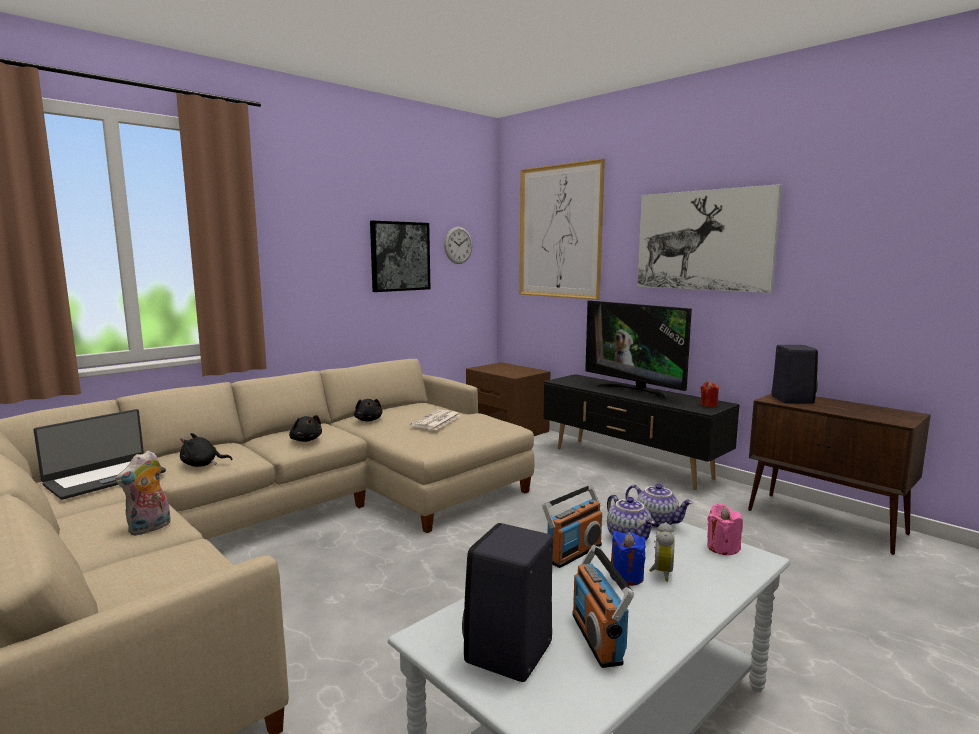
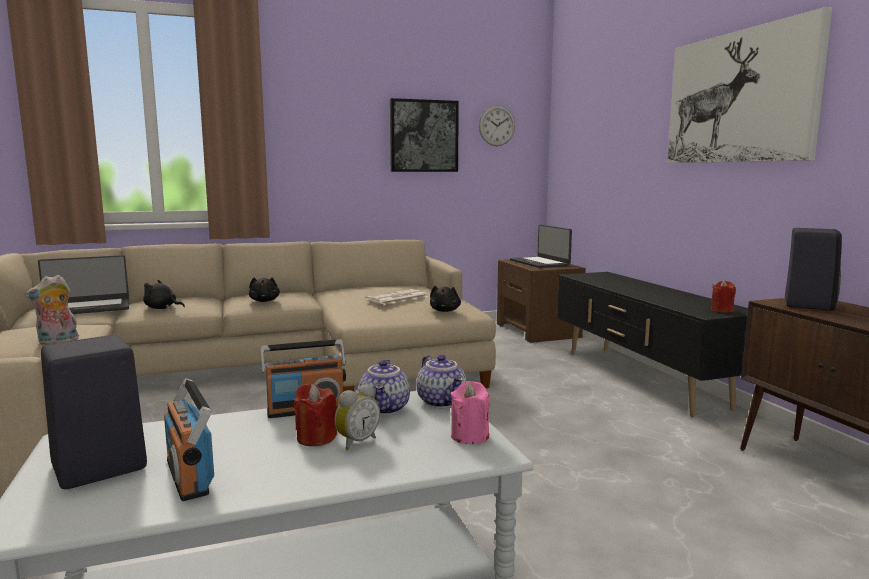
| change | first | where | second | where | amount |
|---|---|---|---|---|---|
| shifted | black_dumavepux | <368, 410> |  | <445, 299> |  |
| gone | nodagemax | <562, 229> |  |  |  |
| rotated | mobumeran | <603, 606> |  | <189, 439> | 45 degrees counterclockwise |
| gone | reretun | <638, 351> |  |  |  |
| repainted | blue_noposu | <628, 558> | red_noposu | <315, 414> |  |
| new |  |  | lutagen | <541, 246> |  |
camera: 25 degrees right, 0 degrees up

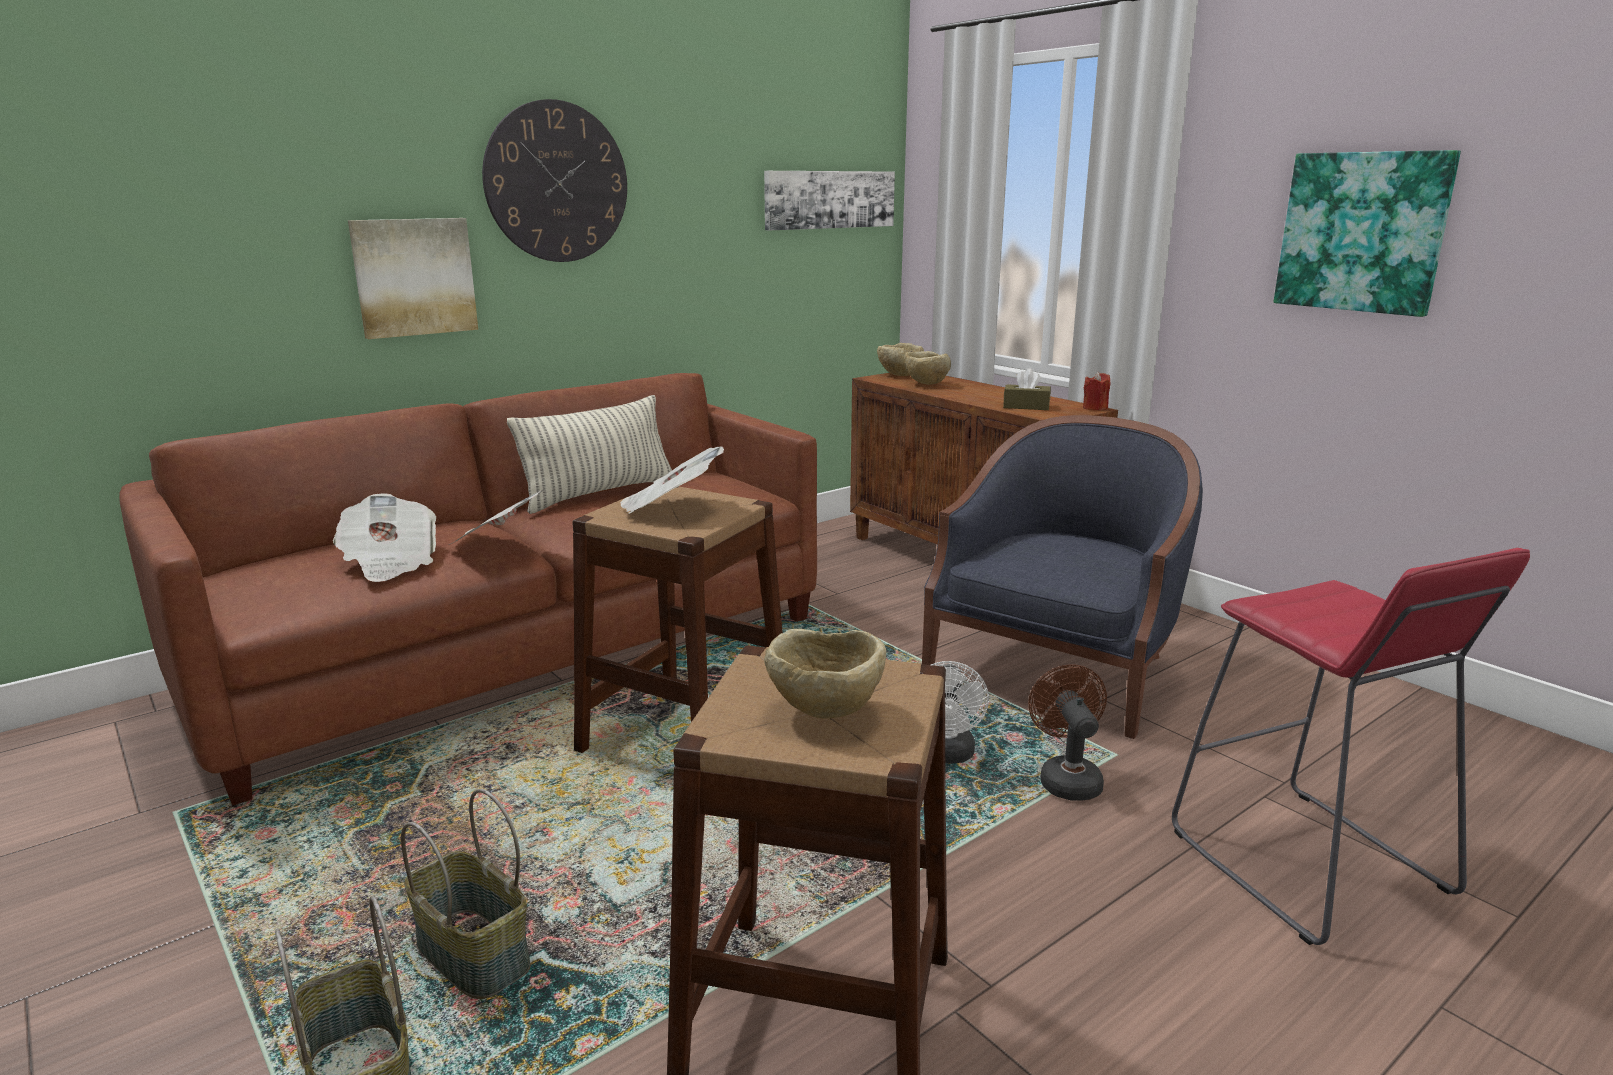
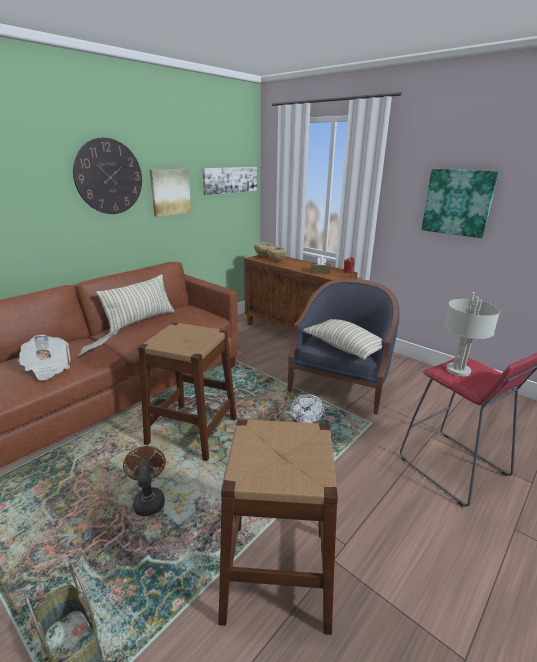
| change | first | where | second | where | amount |
|---|---|---|---|---|---|
| shifted | nodagemax | <413, 278> |  | <170, 193> |  |
| gone | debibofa | <466, 894> |  |  |  |
| gone | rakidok | <672, 480> |  |  |  |
| gone | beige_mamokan | <825, 674> |  |  |  |
| shifted | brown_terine | <1067, 732> |  | <144, 481> |  |
| new |  |  | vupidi | <342, 339> |  |
| new |  |  | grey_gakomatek | <472, 334> |  |
camera: 10 degrees left, 5 degrees up

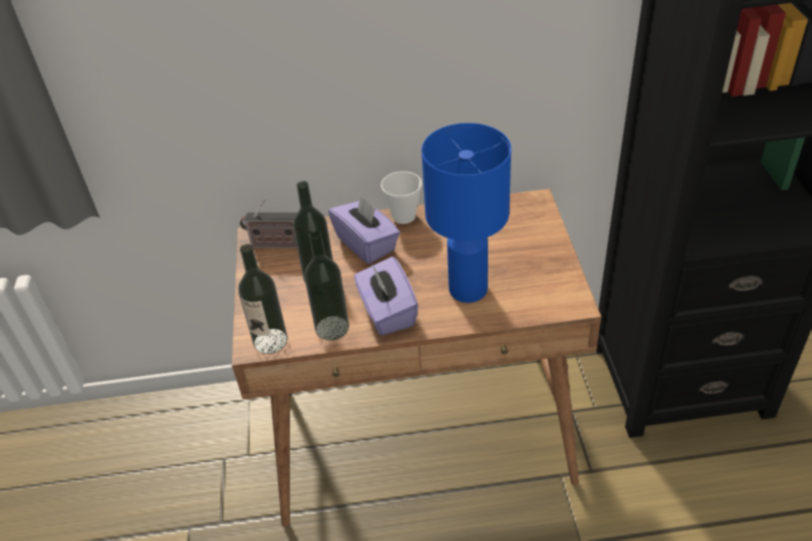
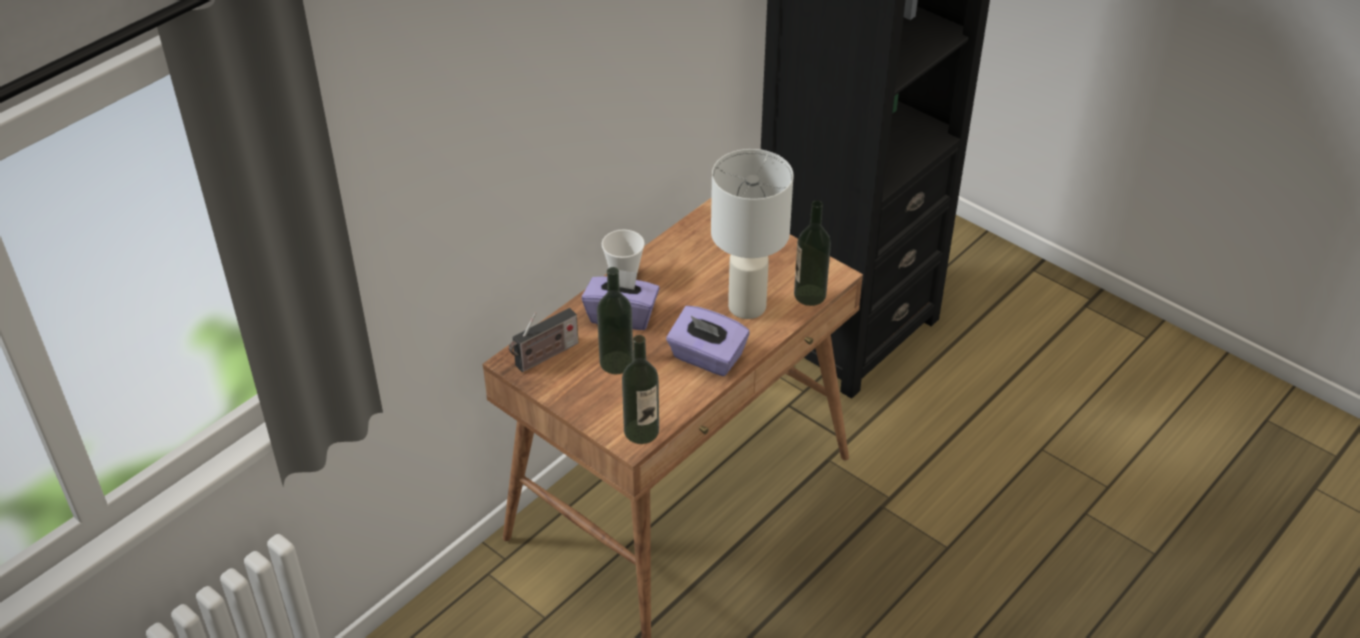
| change | first | where | second | where | amount |
|---|---|---|---|---|---|
| shifted | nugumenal | <326, 285> |  | <812, 253> |  |
| repainted | blue_gakomatek | <466, 213> | white_gakomatek | <752, 234> |  |
camera: 45 degrees left, 0 degrees up

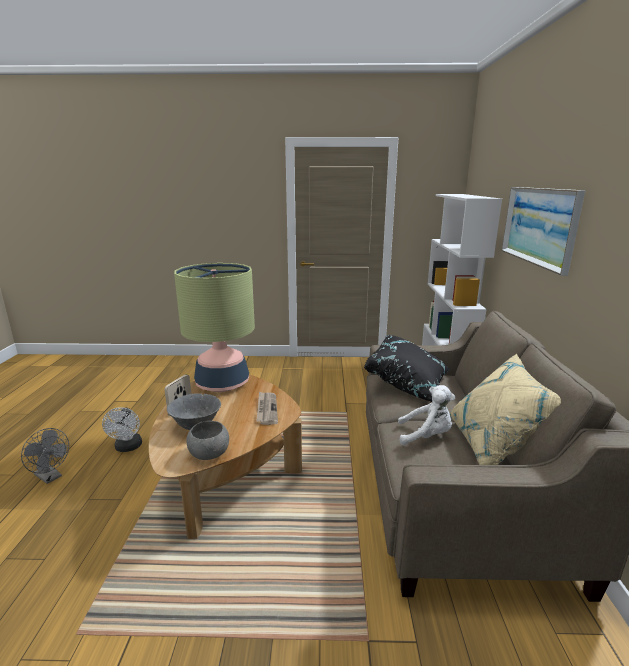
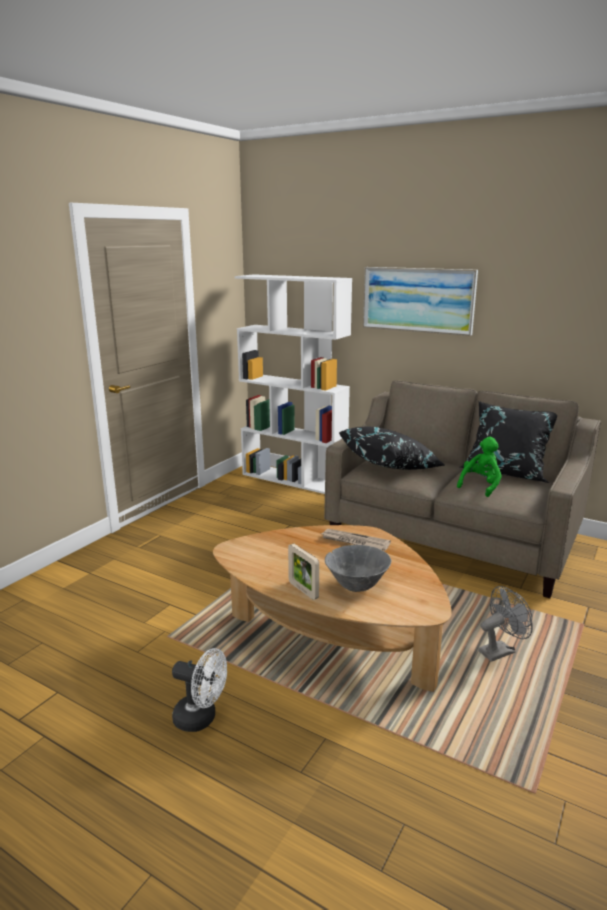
| change | first | where | second | where | amount |
|---|---|---|---|---|---|
| shifted | grey_terine | <45, 456> |  | <505, 624> |  |
| gone | gakomatek | <214, 327> |  |  |  |
| gone | grey_mamokan | <208, 440> |  |  |  |
| repainted | white_dumavepux | <426, 415> | green_dumavepux | <479, 467> |  |
| repainted | beige_vupidi | <505, 409> | black_vupidi | <508, 442> |  |
camera: 60 degrees left, 0 degrees up

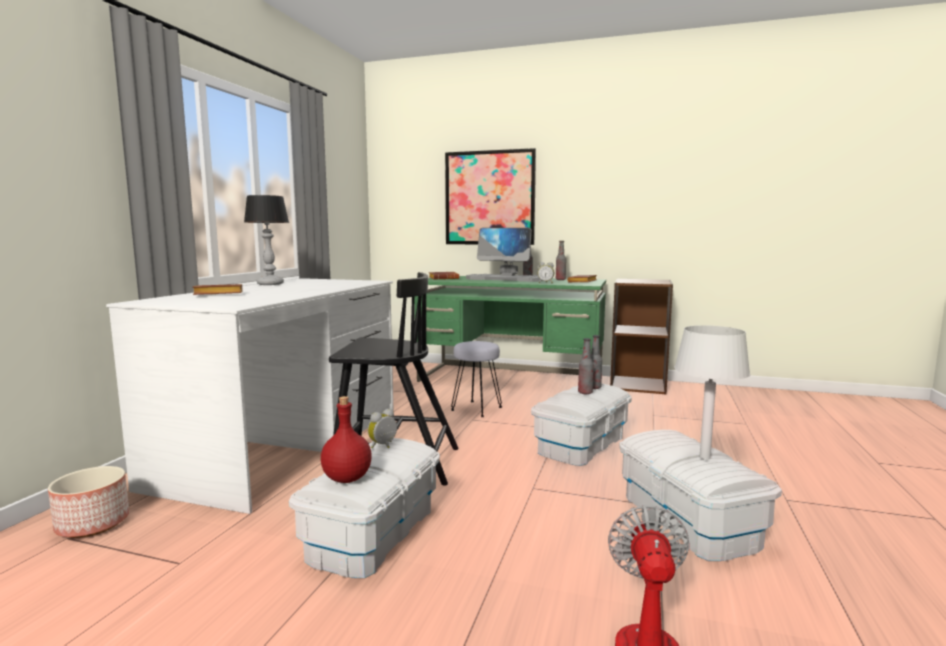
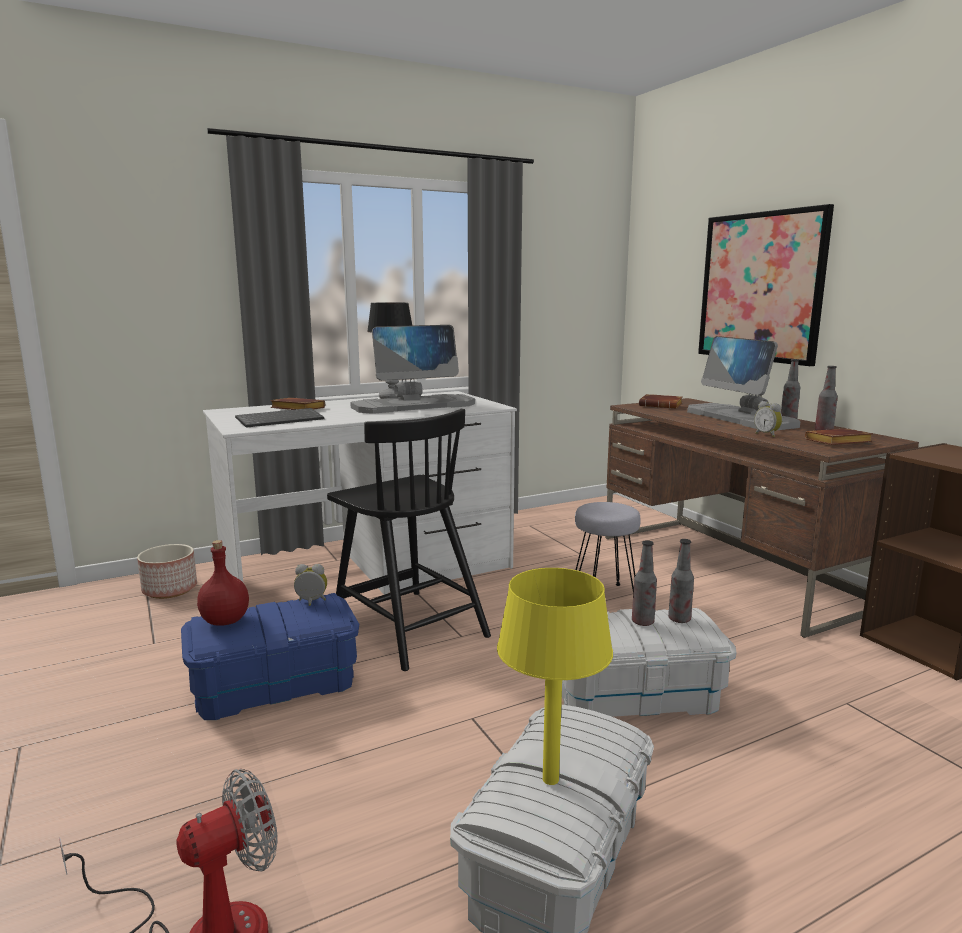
| change | first | where | second | where | amount |
|---|---|---|---|---|---|
| repainted | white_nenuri | <364, 508> | blue_nenuri | <270, 656> |  |
| repainted | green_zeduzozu | <510, 329> | brown_zeduzozu | <762, 518> |  |
| repainted | grey_gakomatek | <712, 392> | yellow_gakomatek | <555, 676> |  |
| new |  |  | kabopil | <279, 418> |  |
| new |  |  | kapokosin | <412, 369> |  |
camera: 45 degrees right, 5 degrees up

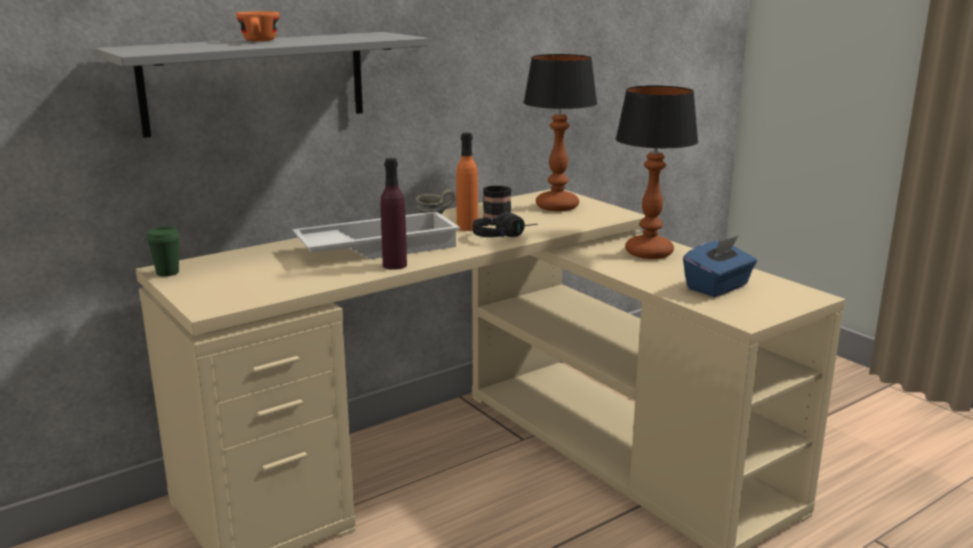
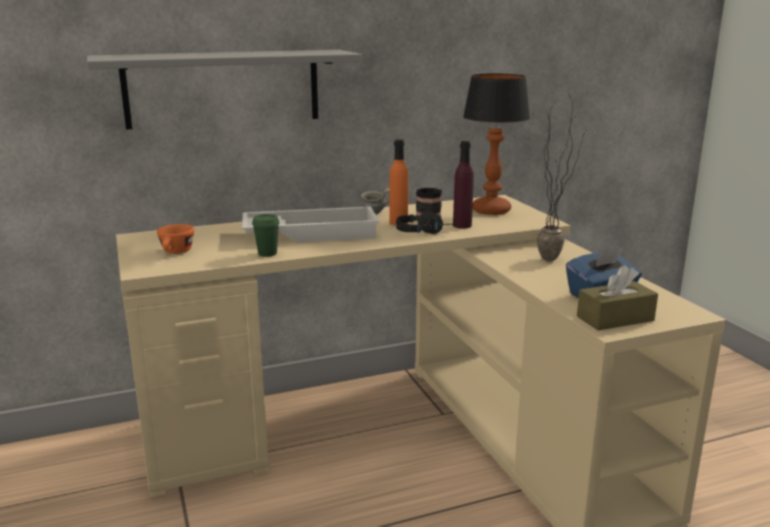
| change | first | where | second | where | amount |
|---|---|---|---|---|---|
| shifted | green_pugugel | <163, 252> |  | <266, 235> |  |
| shifted | orange_pugugel | <258, 26> |  | <175, 239> |  |
| shifted | purple_nugumenal | <393, 214> |  | <463, 185> |  |
| swapped | gakomatek | <657, 172> | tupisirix | <562, 177> |  |
| new |  |  | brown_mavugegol | <617, 297> |  |
camera: 15 degrees right, 0 degrees up

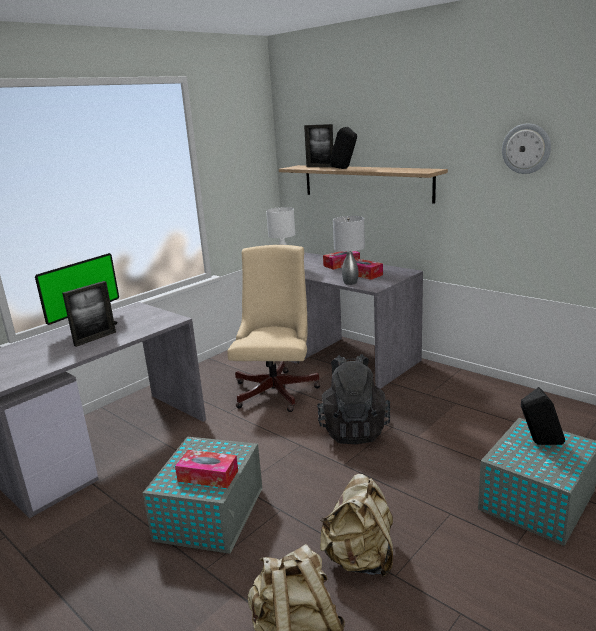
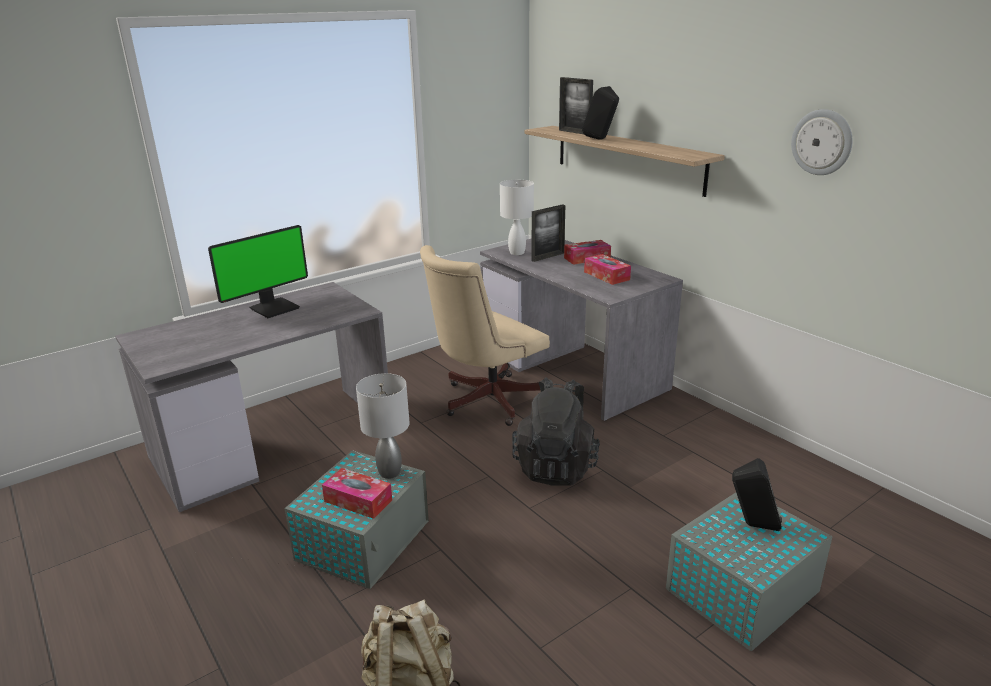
| change | first | where | second | where | amount |
|---|---|---|---|---|---|
| shifted | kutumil | <89, 314> |  | <548, 233> |  |
| rotated | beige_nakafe | <274, 328> |  | <485, 335> | 150 degrees counterclockwise |
| gone | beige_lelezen | <356, 525> |  |  |  |
| shifted | grey_gakomatek | <349, 250> |  | <383, 426> |  |
camera: 10 degrees right, 5 degrees up

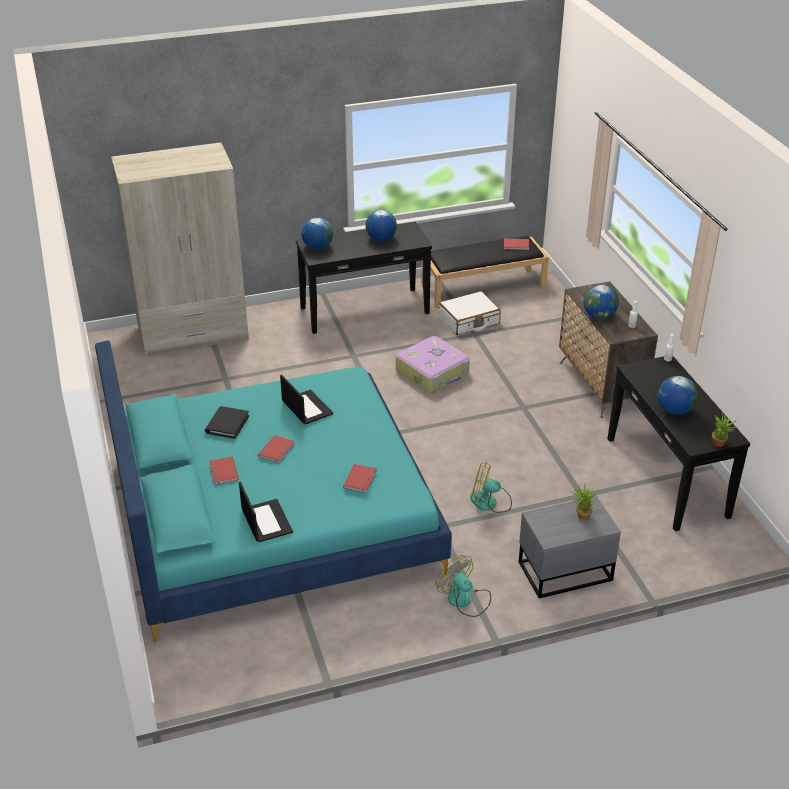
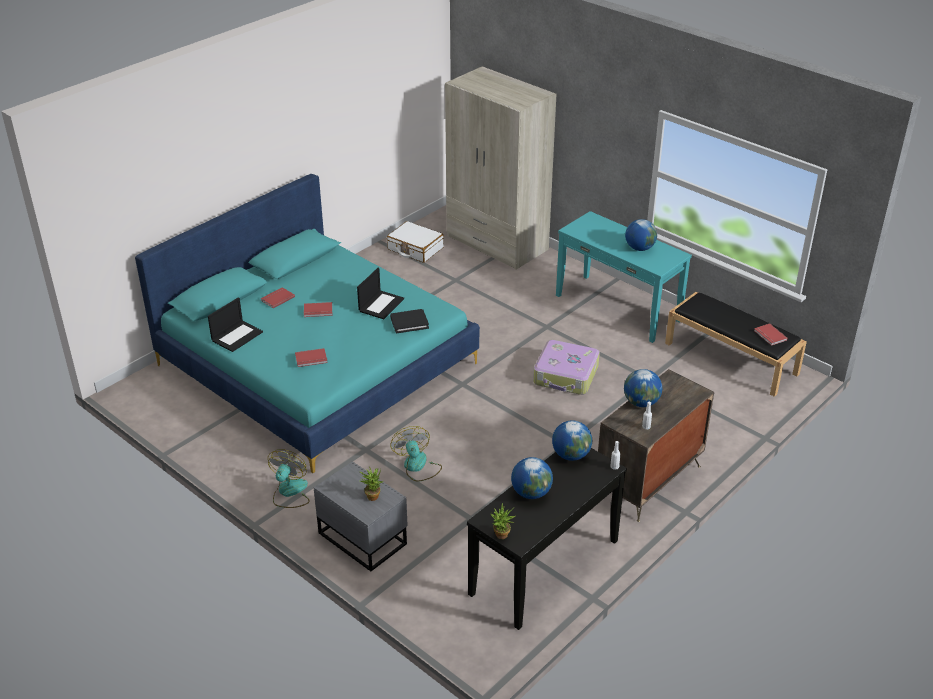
| change | first | where | second | where | amount |
|---|---|---|---|---|---|
| shifted | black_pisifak | <227, 422> |  | <409, 321> |  |
| repainted | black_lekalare | <364, 278> | turquoise_lekalare | <624, 277> |  |
| shifted | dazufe | <317, 234> |  | <572, 440> |  |
| shifted | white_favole | <470, 313> |  | <415, 242> |  |
camera: 60 degrees right, 0 degrees up

